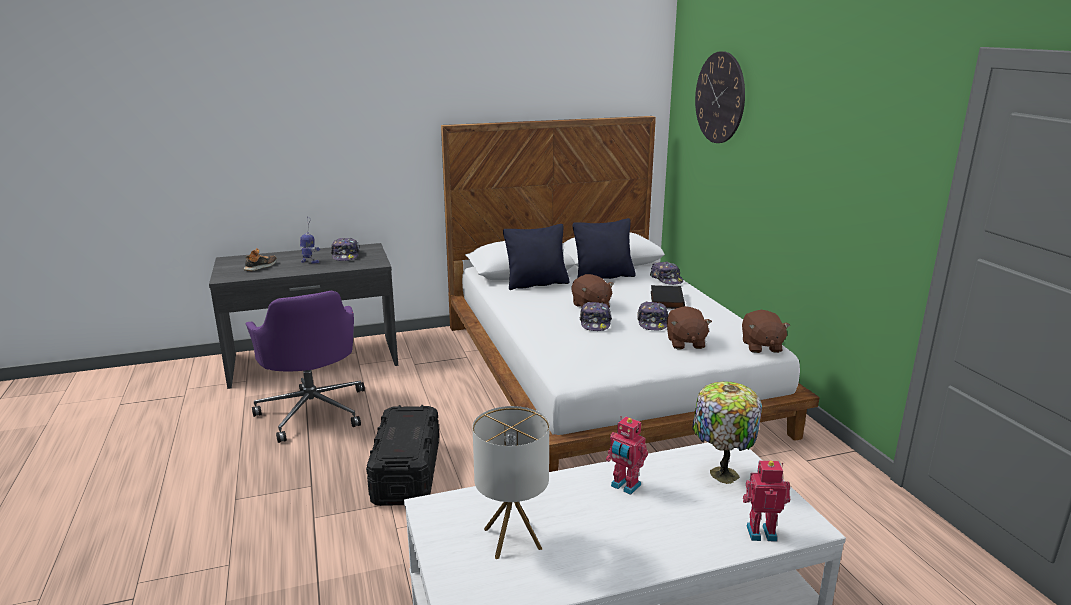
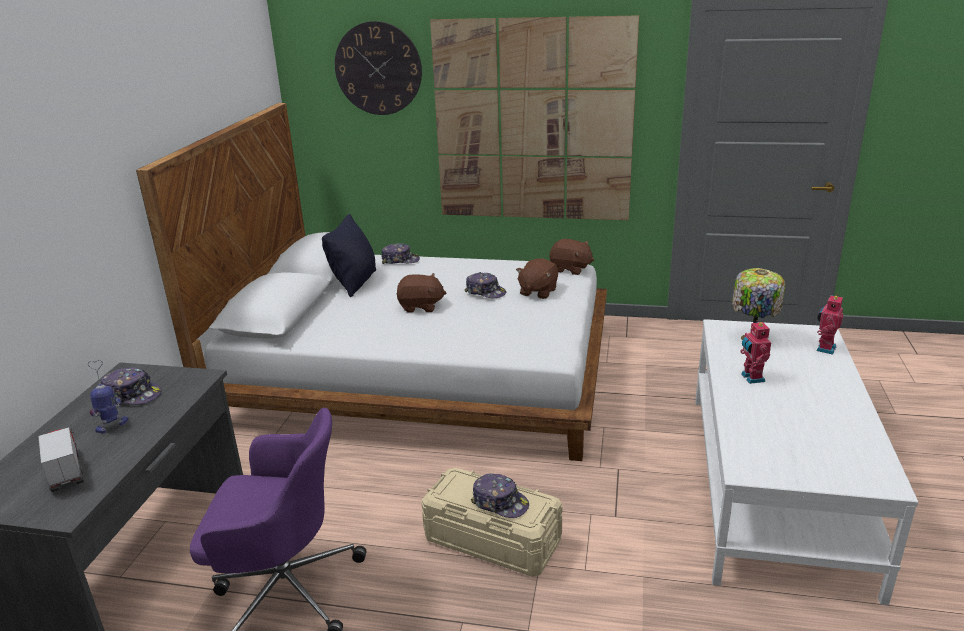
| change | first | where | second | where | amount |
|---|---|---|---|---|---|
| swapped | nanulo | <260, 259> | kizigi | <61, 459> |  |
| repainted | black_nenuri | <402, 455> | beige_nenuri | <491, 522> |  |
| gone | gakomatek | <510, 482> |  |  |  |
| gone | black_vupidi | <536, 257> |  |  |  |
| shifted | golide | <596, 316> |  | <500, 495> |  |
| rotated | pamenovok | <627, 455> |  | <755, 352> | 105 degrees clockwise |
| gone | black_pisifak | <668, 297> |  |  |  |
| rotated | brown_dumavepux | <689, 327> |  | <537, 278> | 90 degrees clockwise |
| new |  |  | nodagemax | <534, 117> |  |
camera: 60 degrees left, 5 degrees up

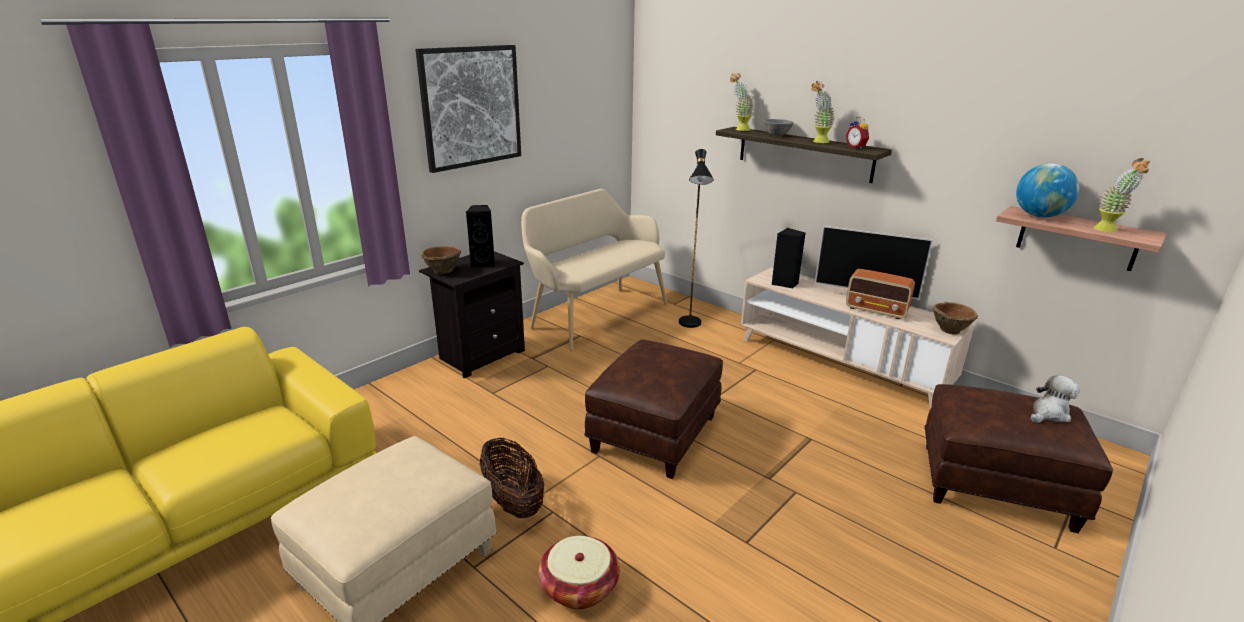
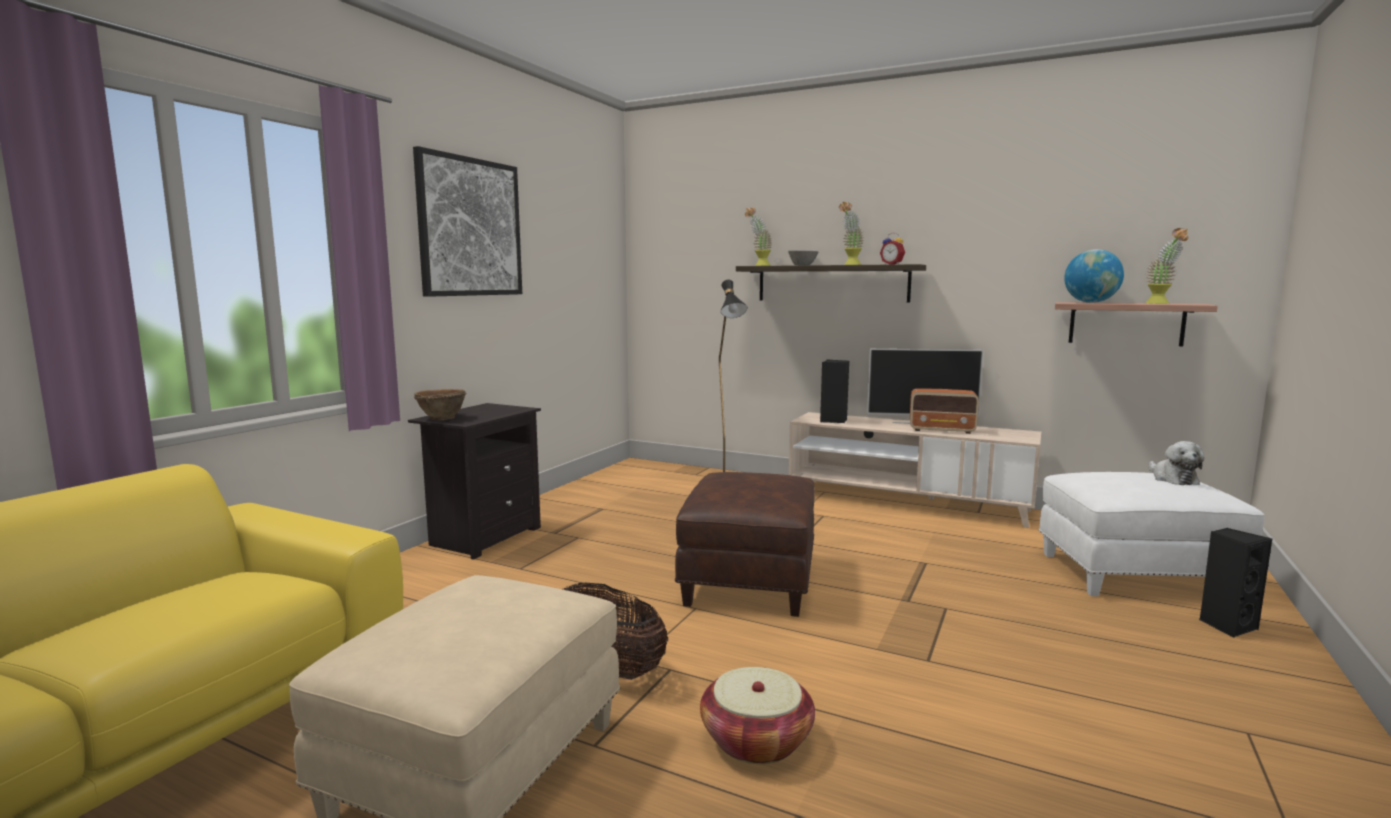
| change | first | where | second | where | amount |
|---|---|---|---|---|---|
| shifted | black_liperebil | <480, 236> |  | <1235, 583> |  |
| gone | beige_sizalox | <594, 270> |  |  |  |
| repainted | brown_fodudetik | <1019, 458> | white_fodudetik | <1151, 534> |  |
| gone | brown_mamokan | <955, 318> |  |  |  |
| rotated | dumavepux | <1055, 399> |  | <1177, 463> | 135 degrees clockwise |
camera: 15 degrees left, 15 degrees down

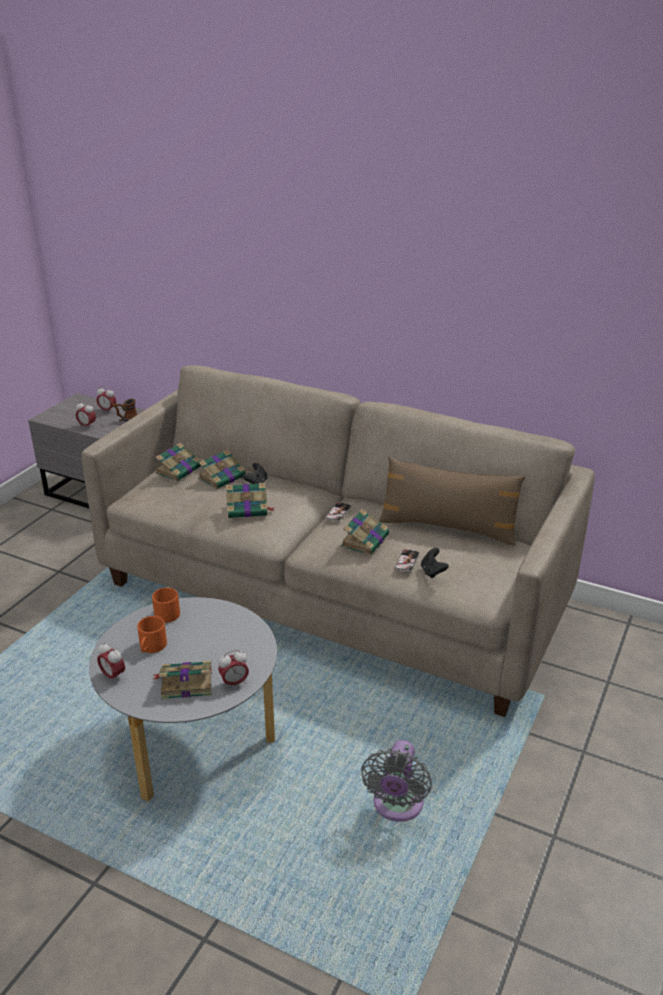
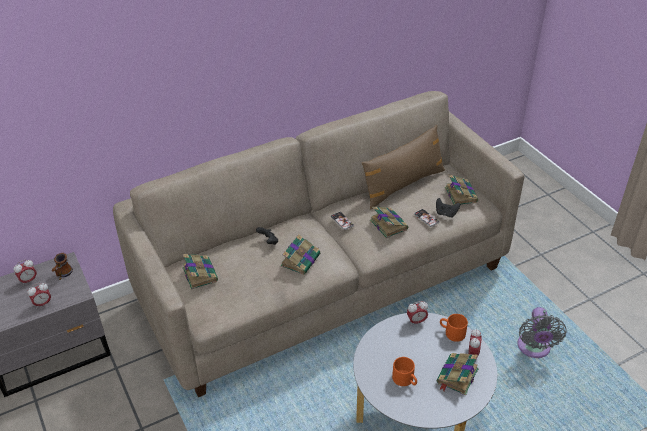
| change | first | where | second | where | amount |
|---|---|---|---|---|---|
| shifted | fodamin | <111, 662> |  | <417, 313> |  |
| shifted | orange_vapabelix | <166, 605> |  | <454, 328> |  |
| shifted | pisifak | <222, 469> |  | <461, 189> |  |
| rotated | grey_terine | <396, 781> |  | <542, 332> | 45 degrees clockwise |
camera: 55 degrees left, 10 degrees up

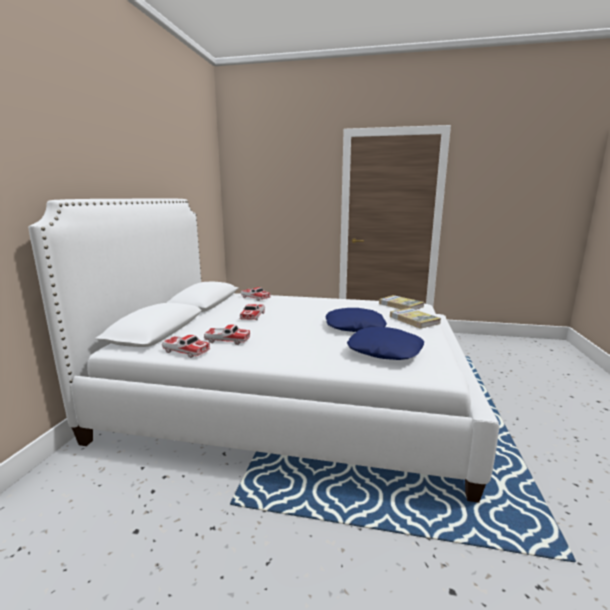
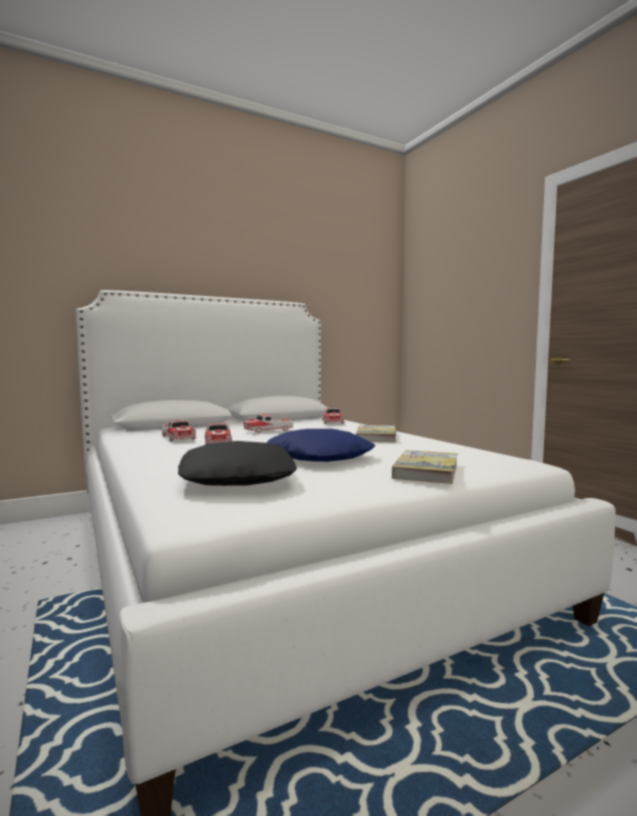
| change | first | where | second | where | amount |
|---|---|---|---|---|---|
| shifted | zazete | <186, 346> |  | <218, 434> |  |
| repainted | blue_vupidi | <385, 343> | black_vupidi | <237, 463> |  |
| shifted | pisifak | <401, 302> |  | <376, 434> |  |
camera: 50 degrees right, 10 degrees down

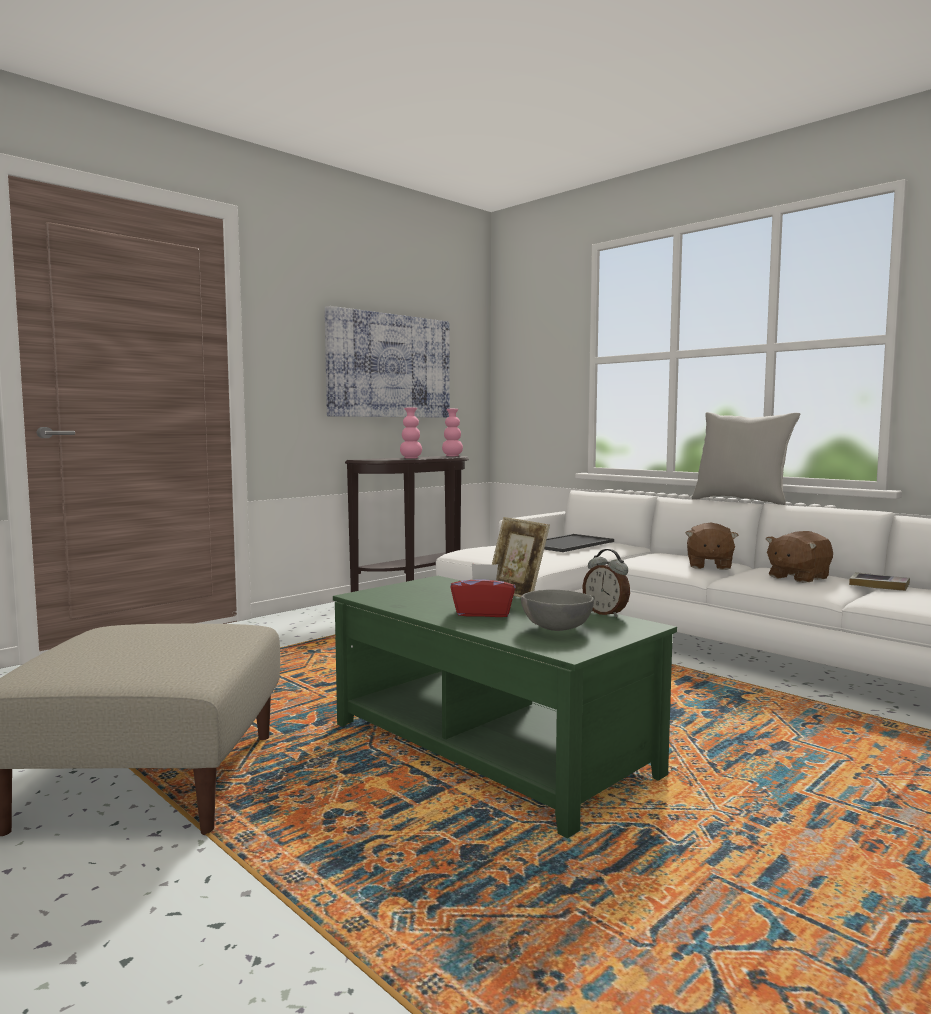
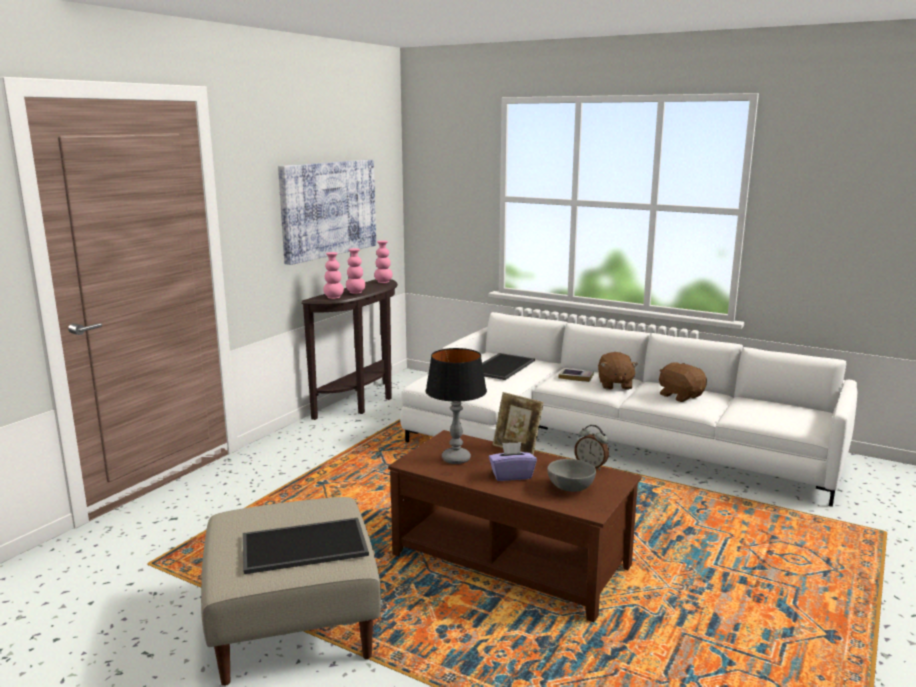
| change | first | where | second | where | amount |
|---|---|---|---|---|---|
| repainted | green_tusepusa | <505, 707> | brown_tusepusa | <514, 526> |  |
| repainted | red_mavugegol | <483, 590> | purple_mavugegol | <513, 461> |  |
| gone | grey_vupidi | <745, 458> |  |  |  |
| rotated | brown_dumavepux | <799, 557> |  | <683, 382> | 105 degrees clockwise |
| shifted | pisifak | <879, 581> |  | <576, 375> |  |
| new |  |  | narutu | <306, 546> |  |
| new |  |  | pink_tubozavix | <333, 275> |  |
| new |  |  | gakomatek | <456, 406> |  |
camera: 15 degrees left, 10 degrees up

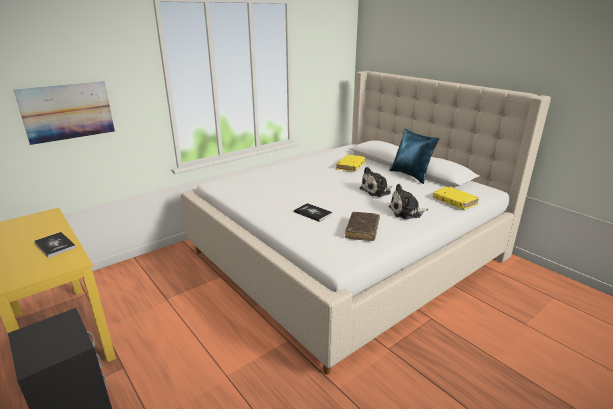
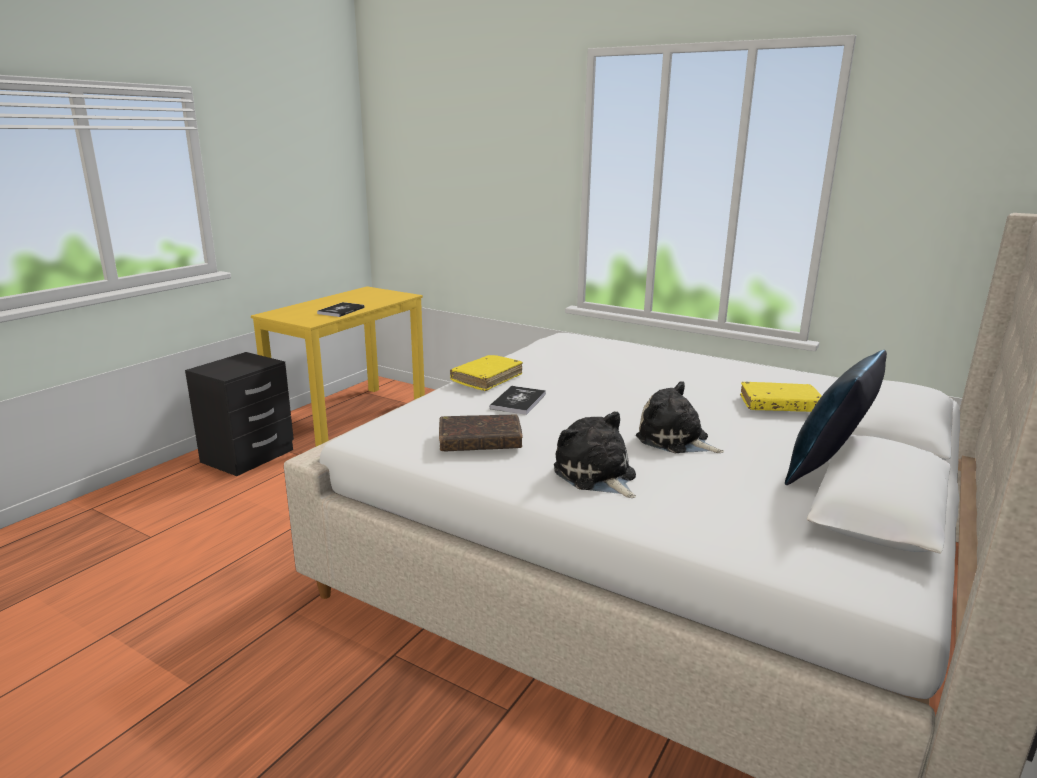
| change | first | where | second | where | amount |
|---|---|---|---|---|---|
| gone | nodagemax | <64, 113> |  |  |  |
| shifted | yellow_pisifak | <456, 197> |  | <486, 373> |  |
camera: 70 degrees right, 5 degrees down

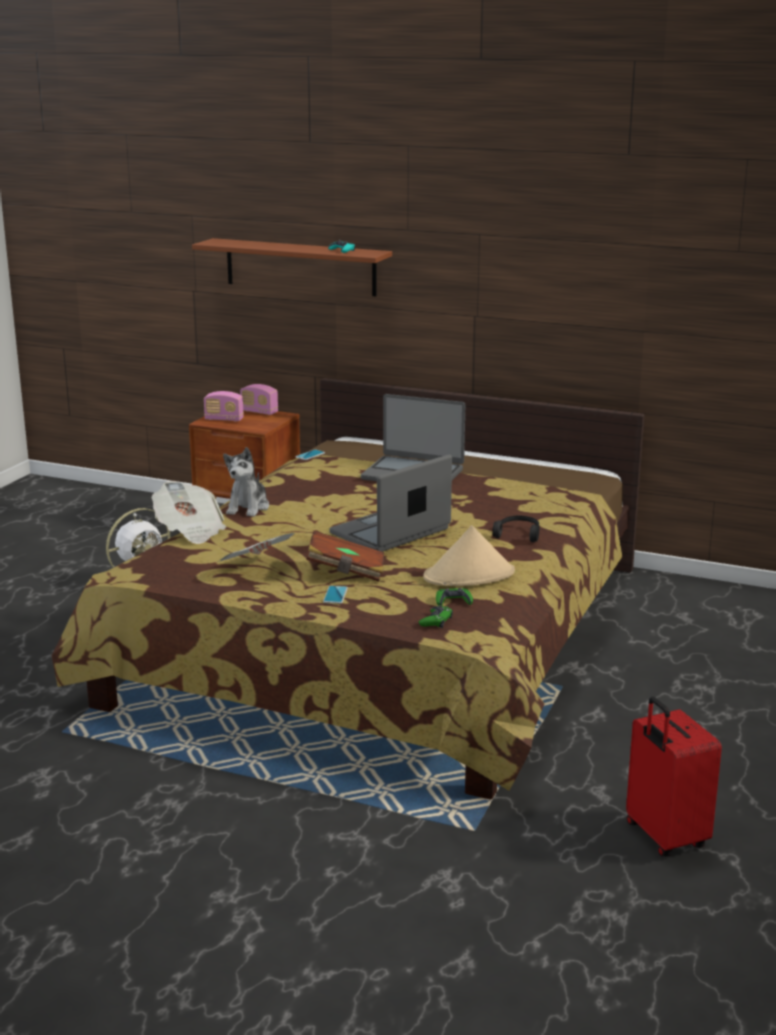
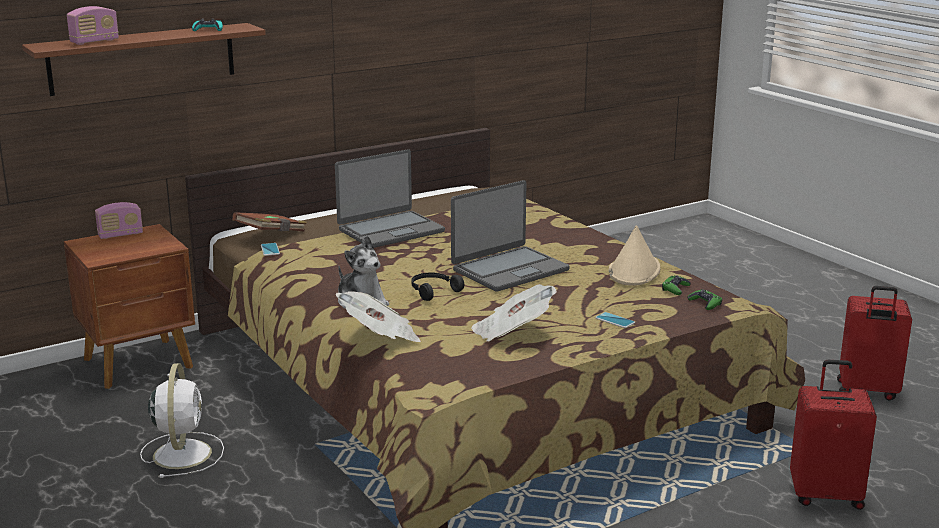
| change | first | where | second | where | amount |
|---|---|---|---|---|---|
| shifted | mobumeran | <224, 406> |  | <93, 25> |  |
| shifted | brown_pisifak | <345, 556> |  | <269, 222> |  |
| rotated | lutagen | <391, 503> |  | <510, 236> | 120 degrees counterclockwise |
| shifted | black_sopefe | <515, 529> |  | <438, 287> |  |
| new |  |  | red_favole | <833, 435> |  |
camera: 55 degrees left, 0 degrees up

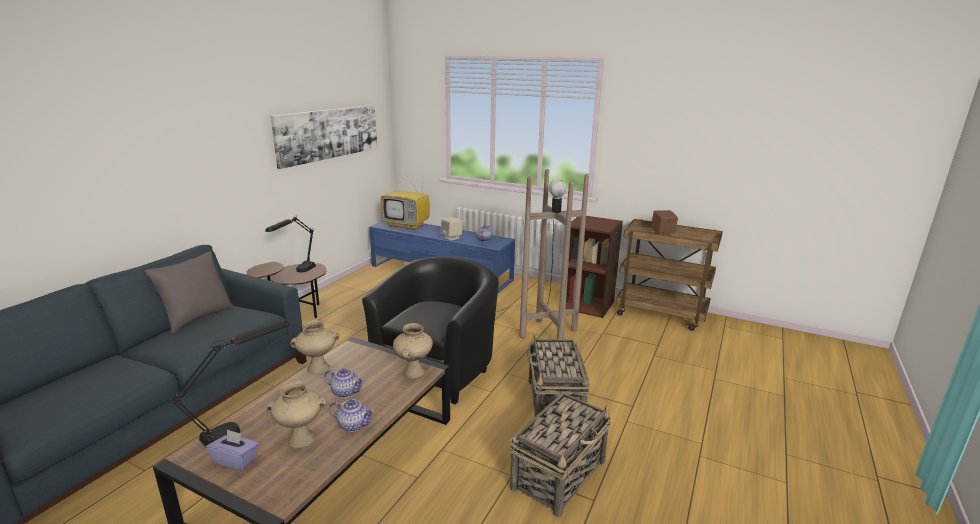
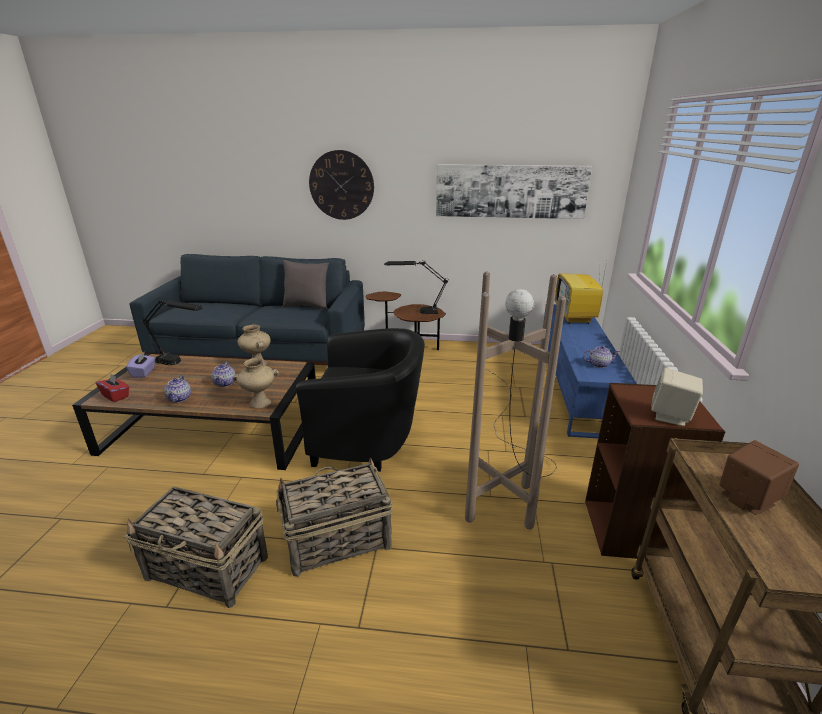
| change | first | where | second | where | amount |
|---|---|---|---|---|---|
| gone | beige_tubozavix | <296, 414> |  |  |  |
| shifted | beige_liperebil | <452, 229> |  | <677, 397> |  |
| new |  |  | red_mavugegol | <112, 388> |  |
| new |  |  | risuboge | <341, 185> |  |
camera: 70 degrees right, 5 degrees up

